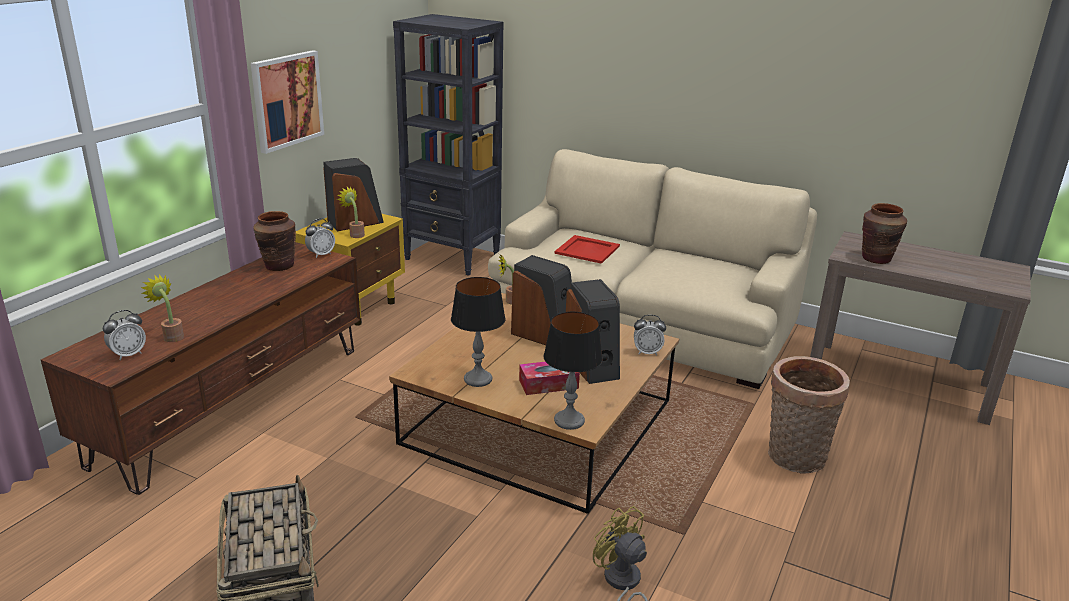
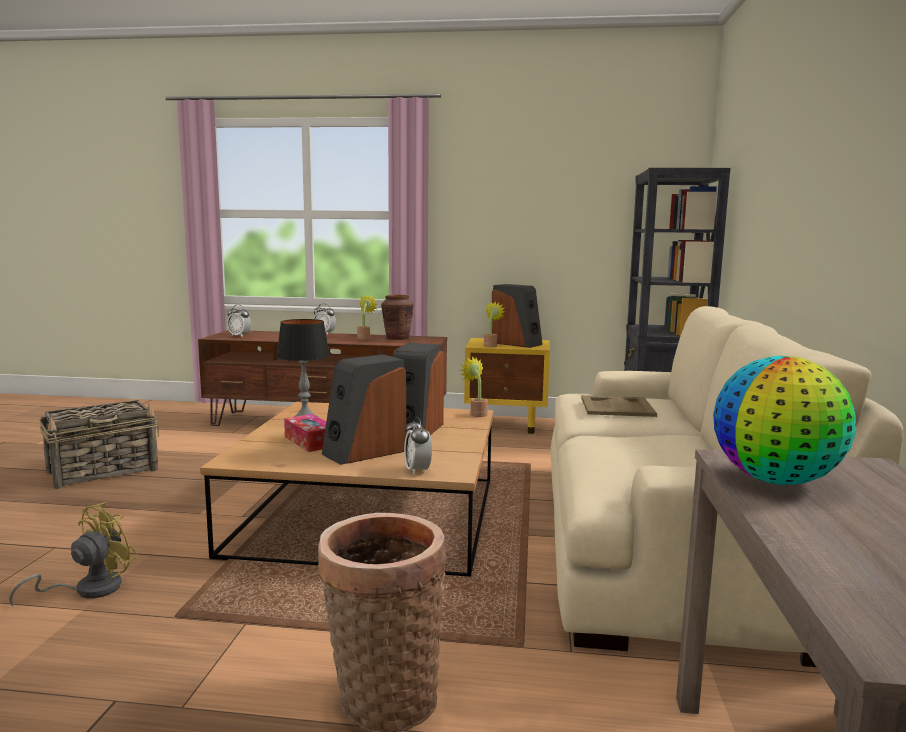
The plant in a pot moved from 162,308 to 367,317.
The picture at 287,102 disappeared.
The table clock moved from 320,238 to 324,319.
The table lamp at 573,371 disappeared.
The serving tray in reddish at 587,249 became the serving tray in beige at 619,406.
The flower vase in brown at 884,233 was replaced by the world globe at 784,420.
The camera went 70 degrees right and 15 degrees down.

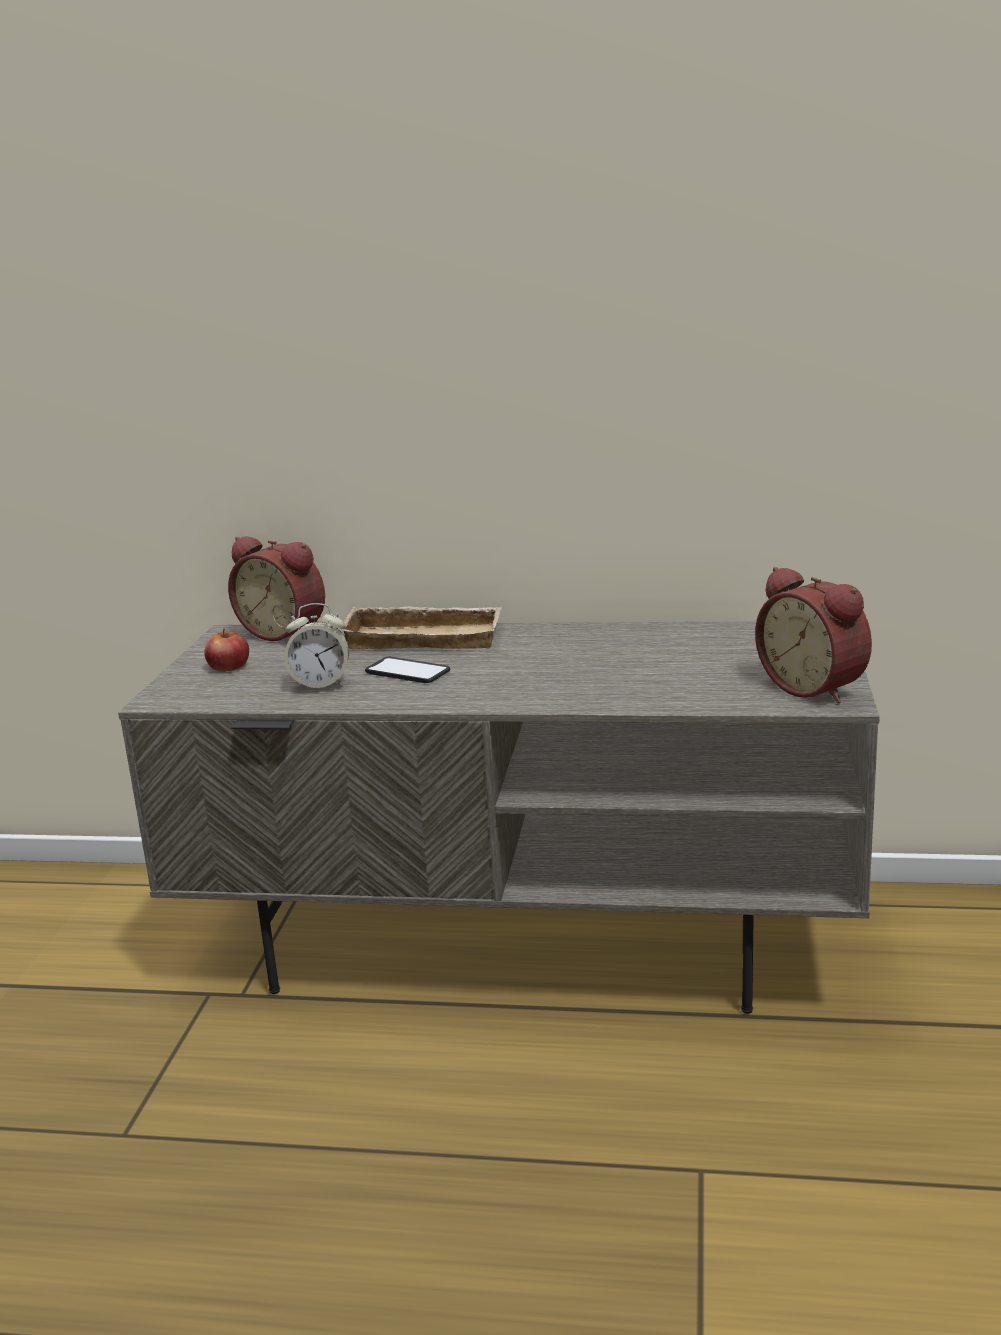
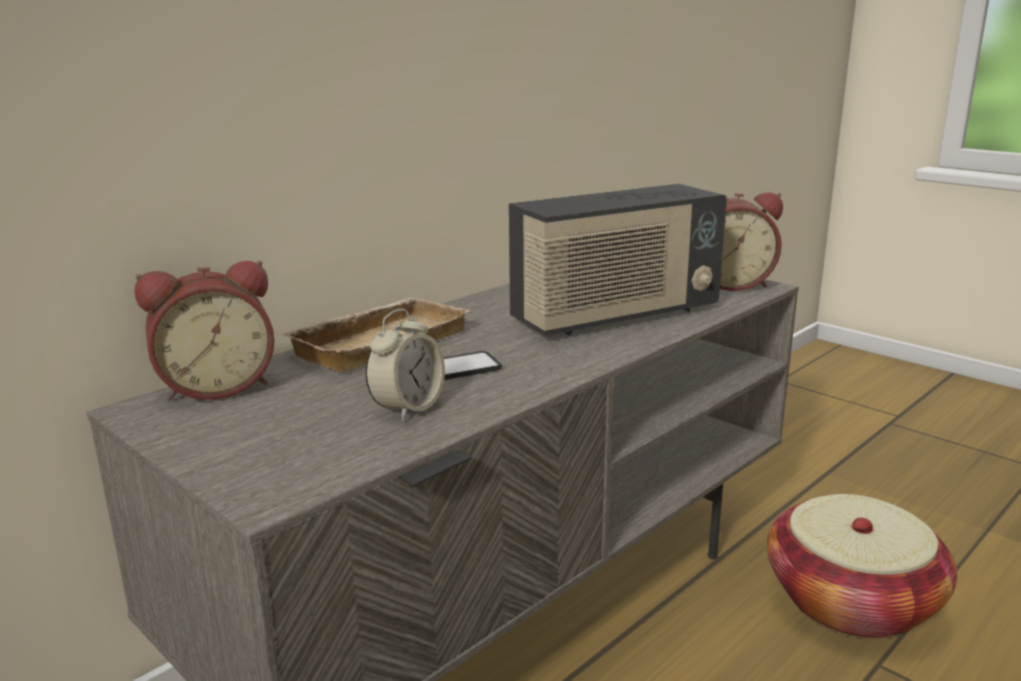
The whole apple at 226,649 disappeared.
The radio set at 618,260 appeared.
The basket at 862,566 appeared.
The camera went 55 degrees left and 0 degrees up.

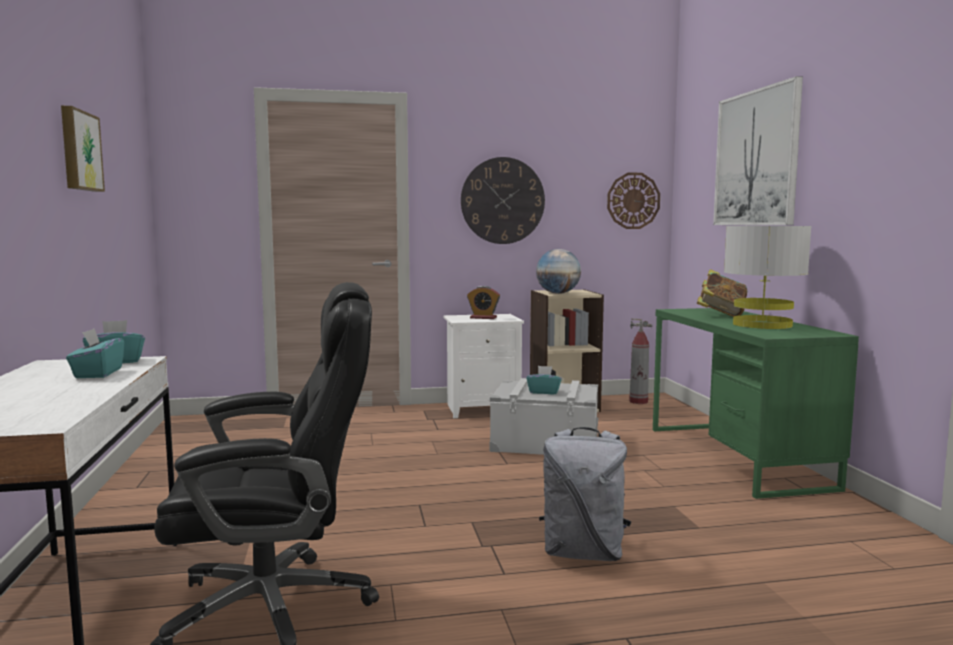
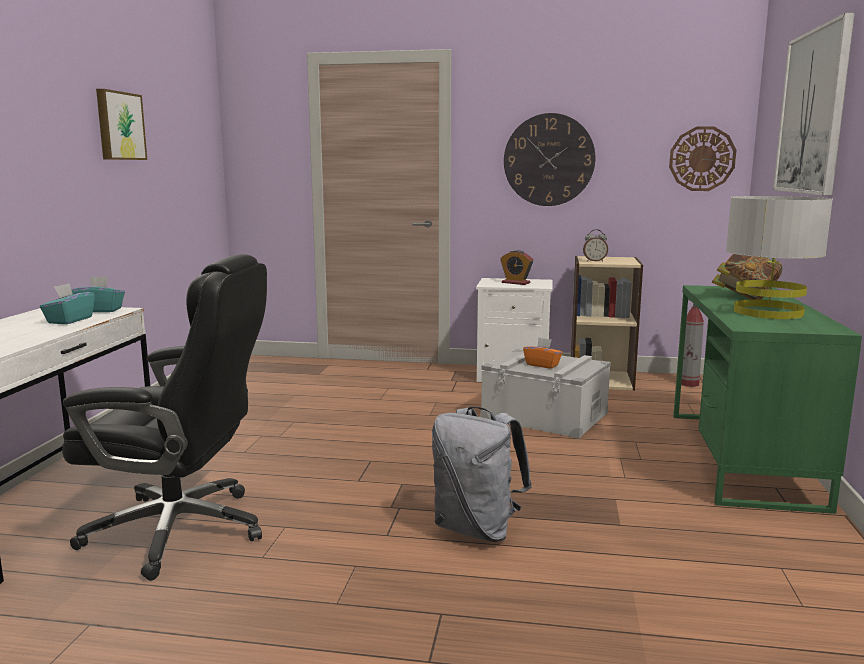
The tissue holder in turquoise-coloured at 544,380 became the tissue holder in orange-coloured at 543,353.
The world globe at 558,271 was replaced by the table clock at 595,245.
The camera went 20 degrees right and 5 degrees up.

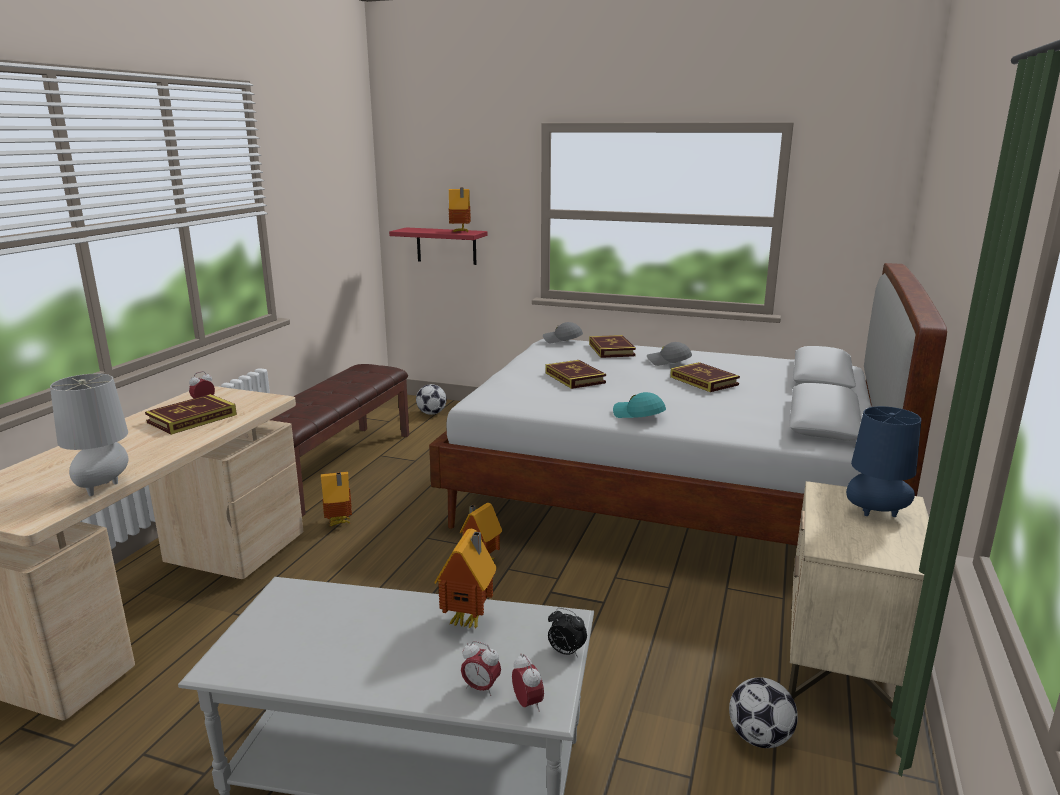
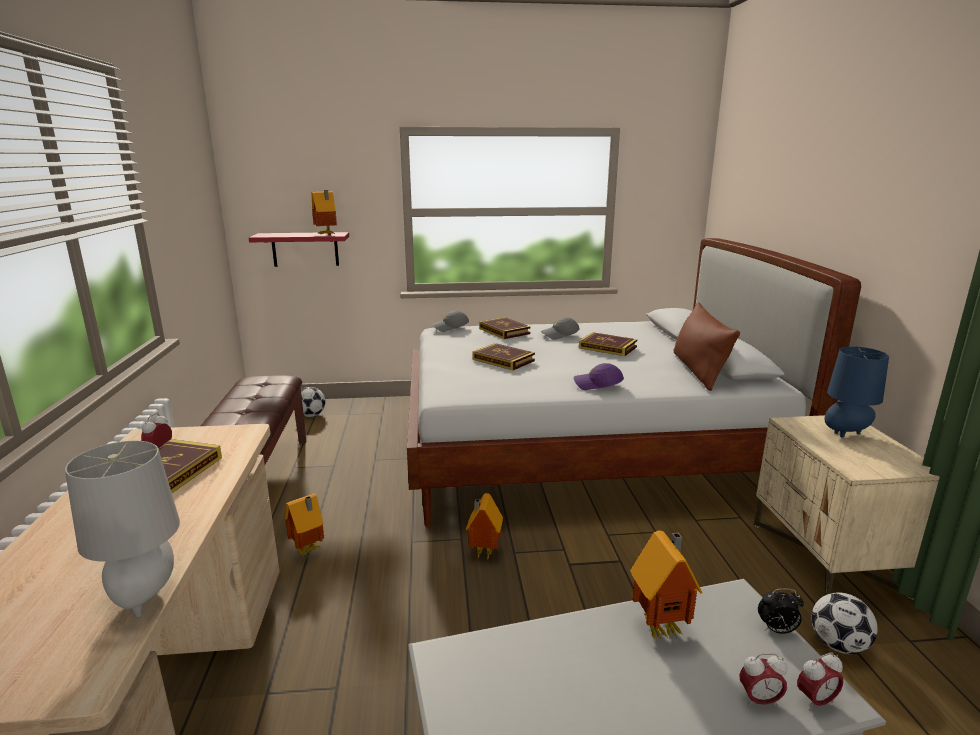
The table clock at 528,683 turned 120 degrees clockwise.
The cap in turquoise-coloured at 639,405 became the cap in purple at 599,376.
The throw pillow in brown at 707,346 appeared.
The camera went 25 degrees left and 0 degrees up.

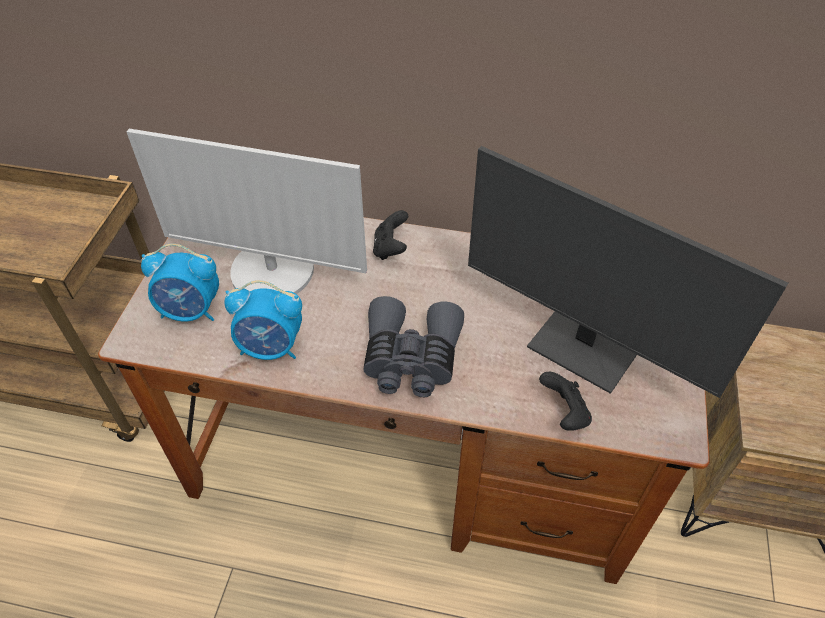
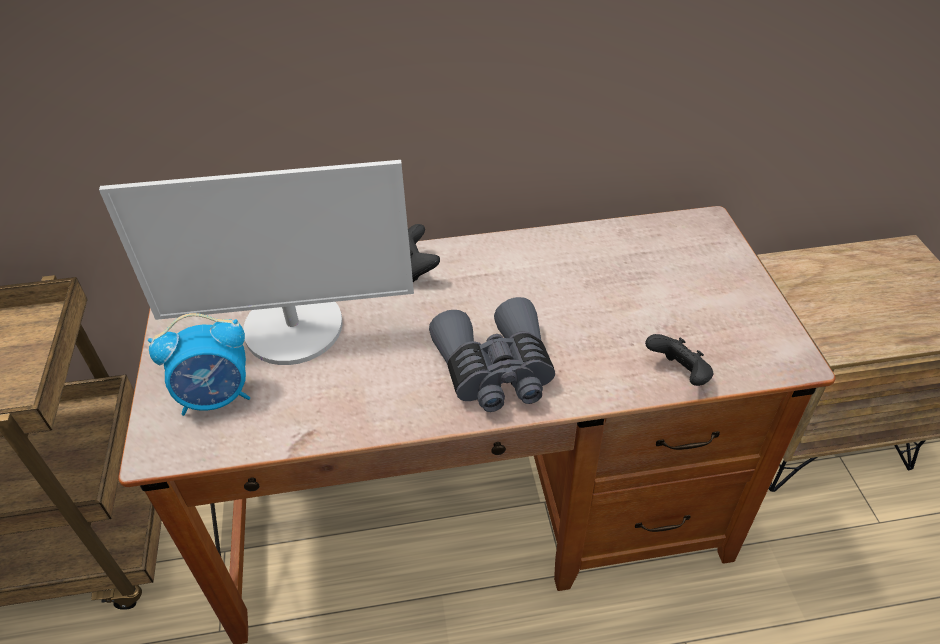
The table clock at 263,320 disappeared.
The computer screen at 628,272 disappeared.
The camera went 20 degrees left and 5 degrees down.

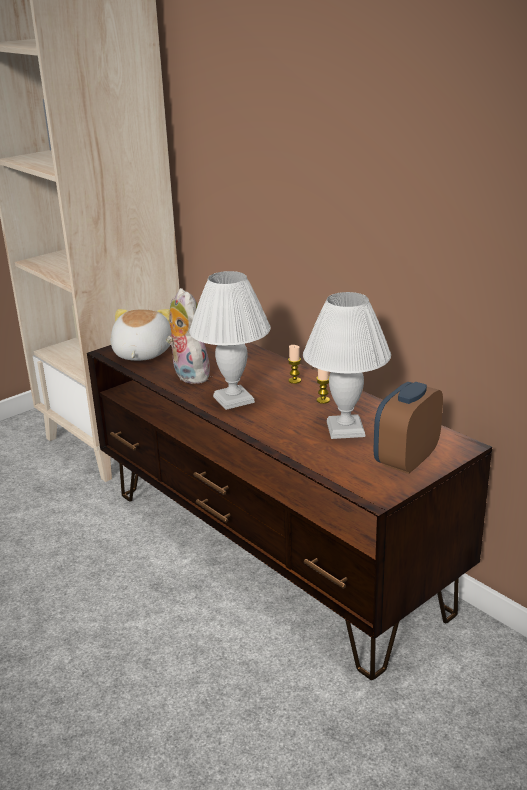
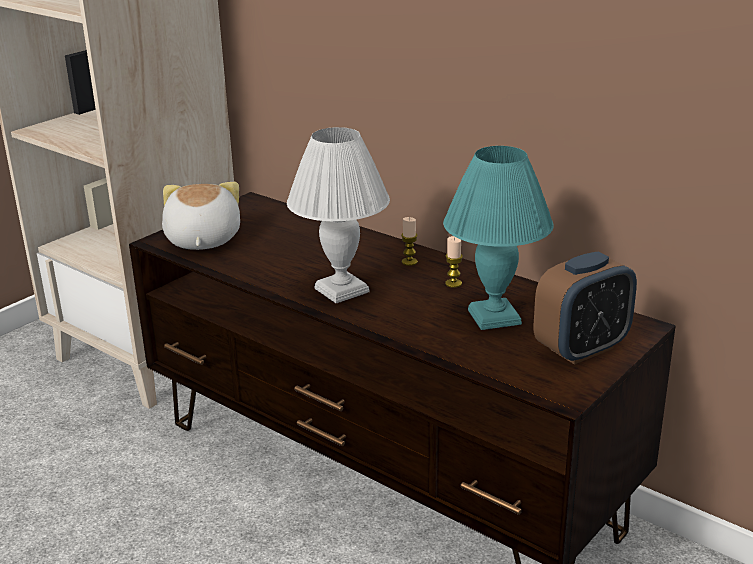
The soft toy at 188,336 disappeared.
The table lamp in white-coloured at 347,365 became the table lamp in turquoise-coloured at 498,238.
The table clock at 408,428 turned 150 degrees counterclockwise.
The camera went 10 degrees left and 0 degrees up.

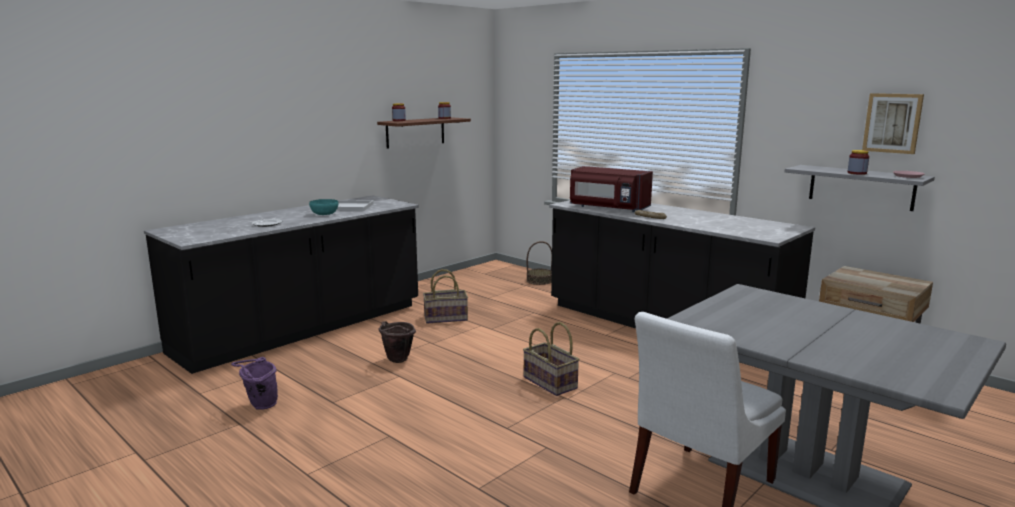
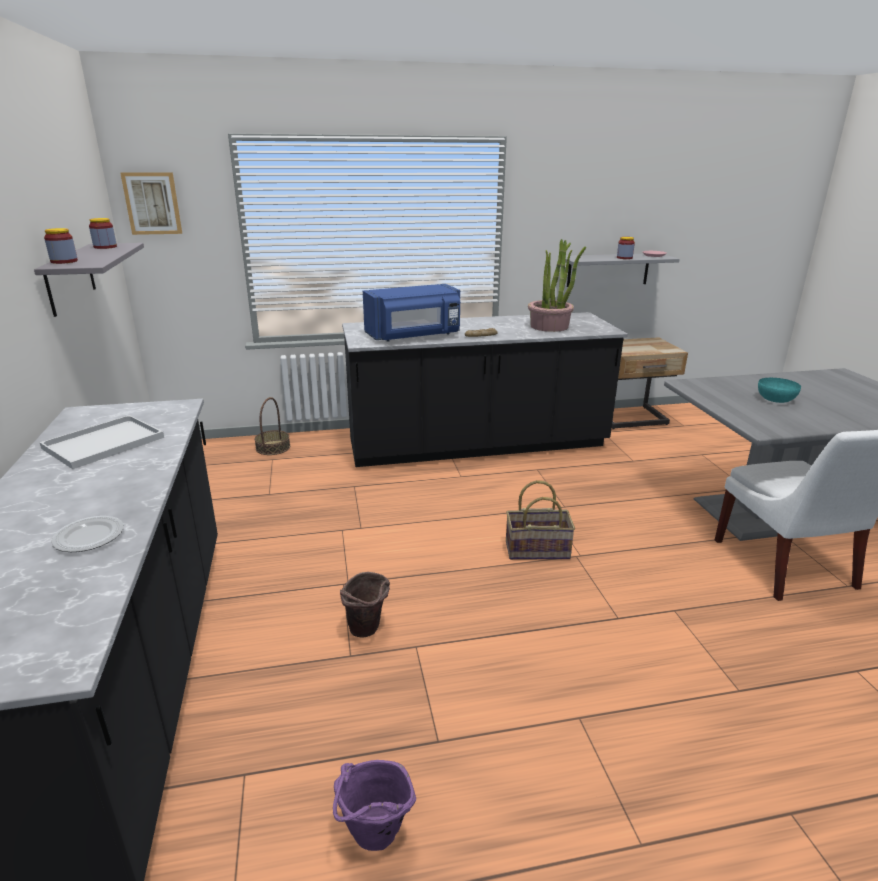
The serving bowl in turquoise-coloured moved from 323,207 to 779,390.
The bracket shelf in brown at 424,133 became the bracket shelf in grey at 89,280.
The basket at 445,296 disappeared.
The microwave in reddish at 611,189 became the microwave in bluish at 411,313.
The picture moved from 893,123 to 151,203.
The plant in a pot at 557,285 appeared.
The camera went 55 degrees left and 10 degrees up.

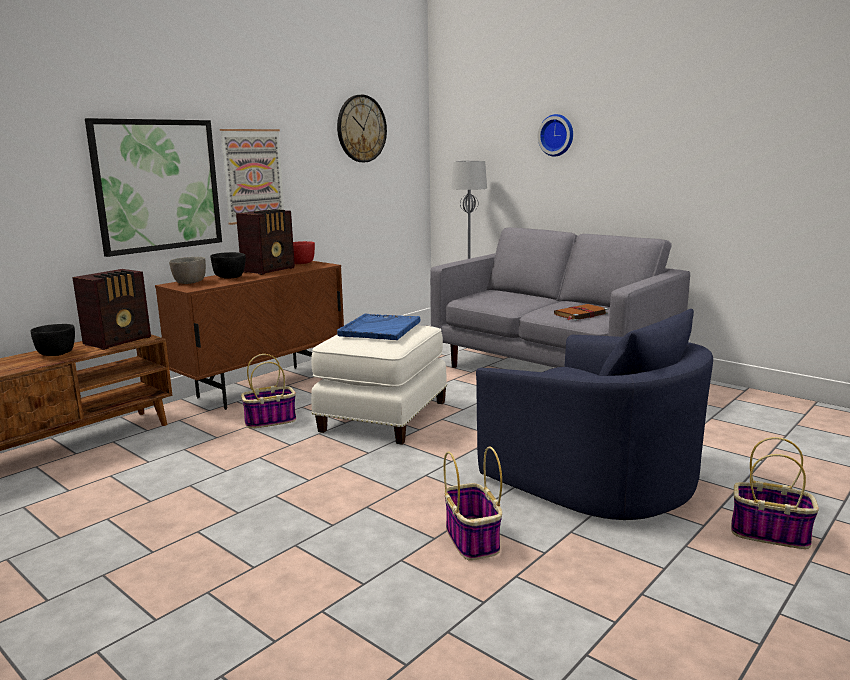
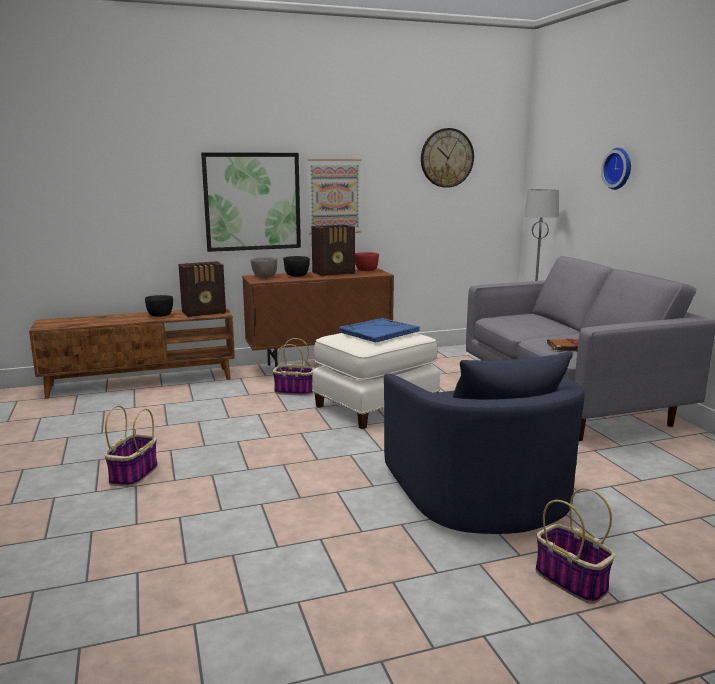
The basket moved from 473,504 to 131,446.
The camera went 30 degrees right and 0 degrees up.

